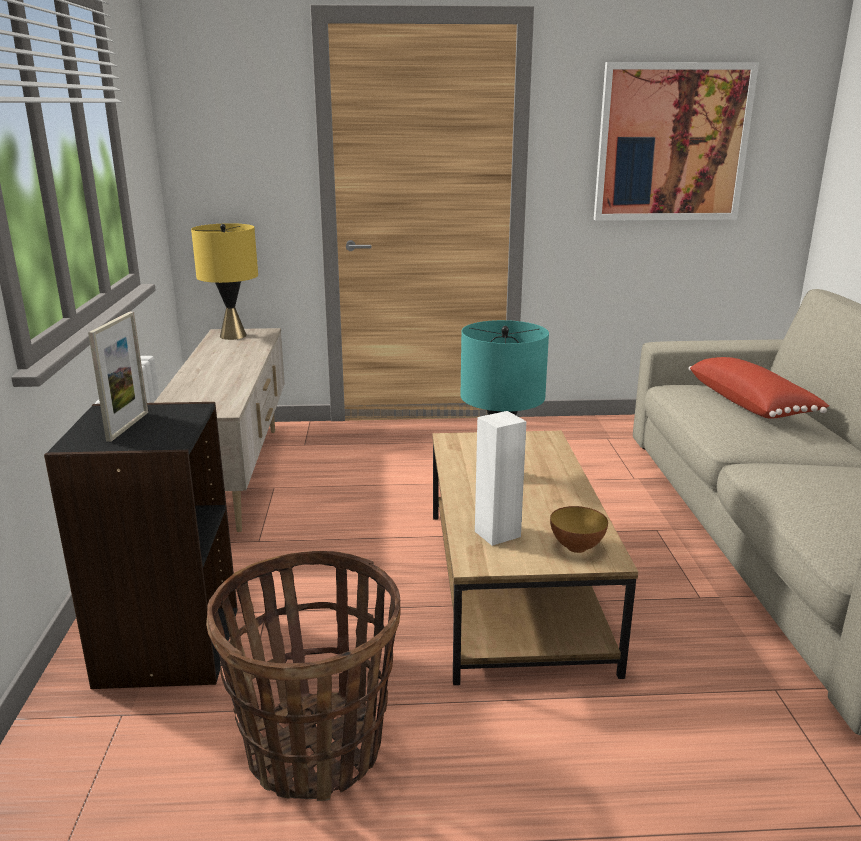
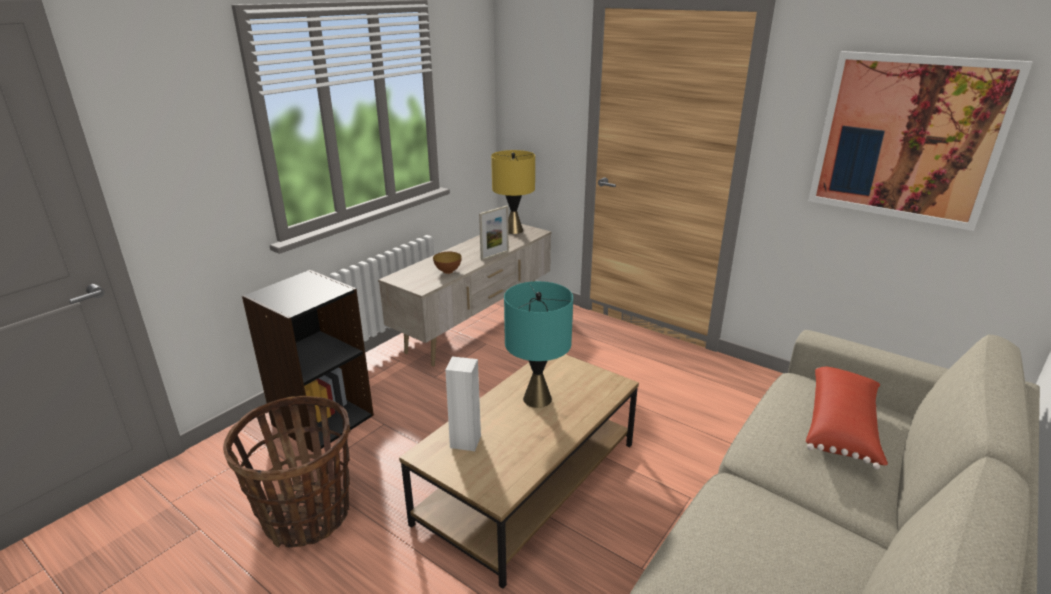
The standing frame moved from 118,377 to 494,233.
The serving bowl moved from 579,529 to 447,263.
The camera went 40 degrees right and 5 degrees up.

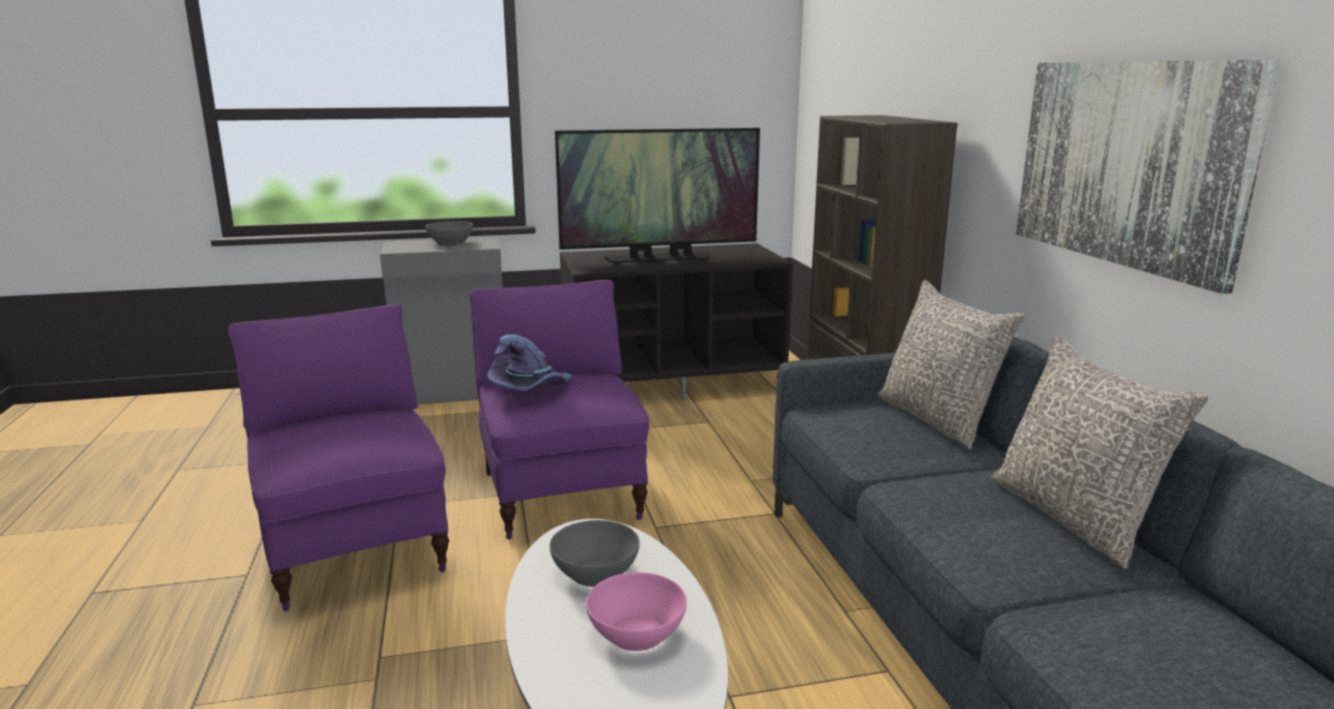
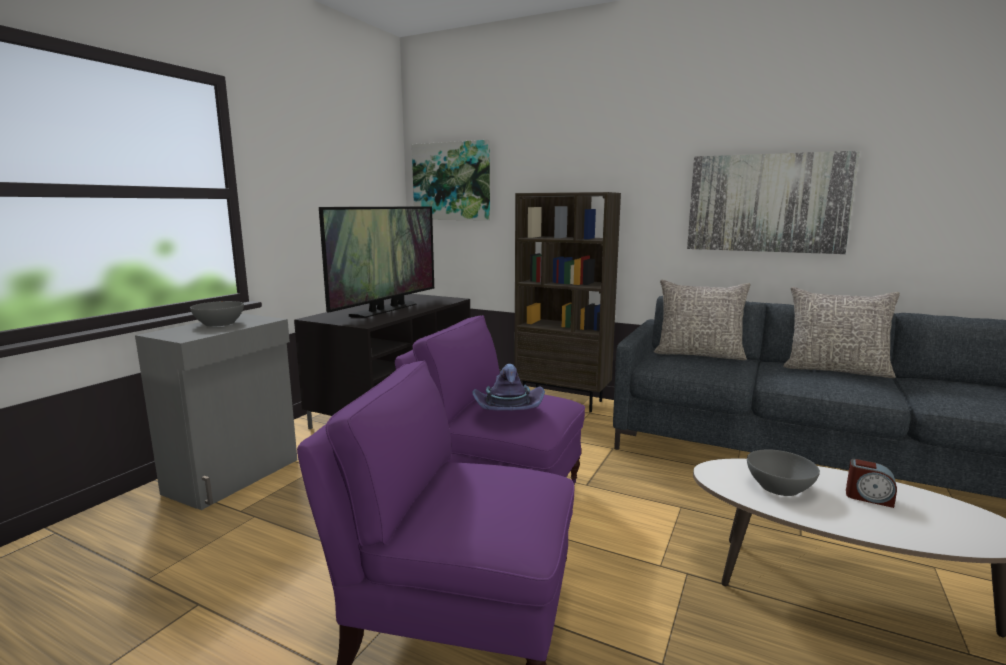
The serving bowl in pink at 636,611 was replaced by the table clock at 871,483.
The picture at 451,180 appeared.
The camera went 50 degrees left and 5 degrees down.

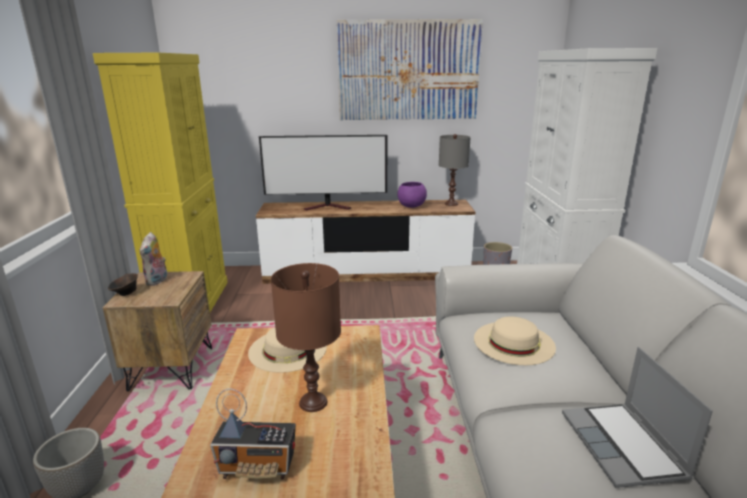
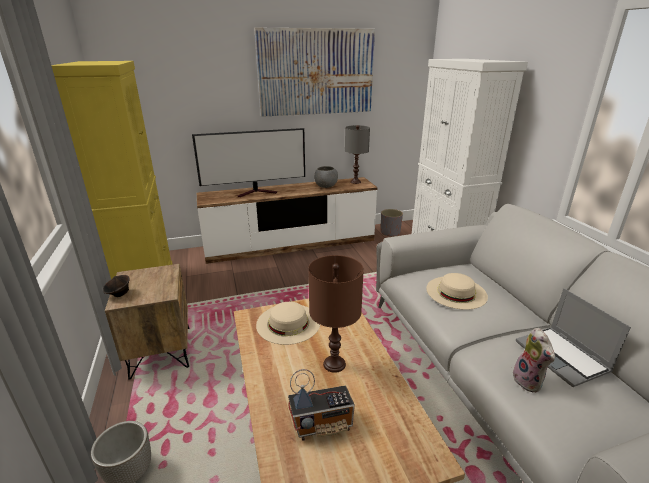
The soft toy moved from 153,259 to 534,360.
The serving bowl in purple at 412,195 became the serving bowl in grey at 326,177.
The camera went 15 degrees left and 5 degrees up.

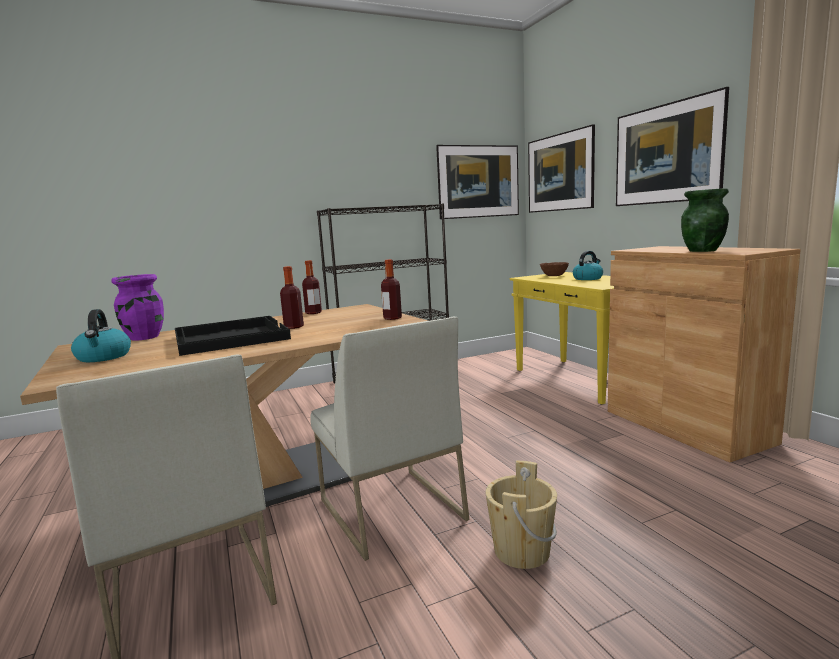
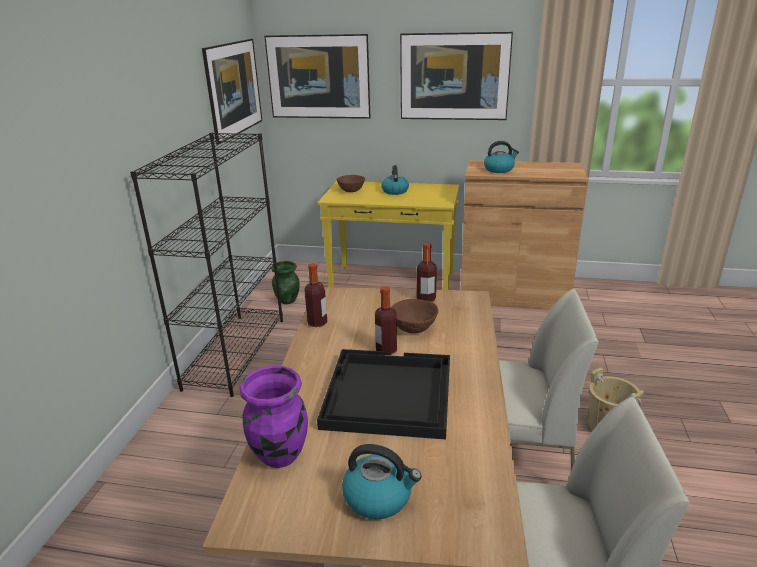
The flower vase in greenish moved from 705,220 to 285,282.
The serving bowl in brown at 415,316 appeared.
The kettle at 501,157 appeared.
The camera went 55 degrees left and 15 degrees up.

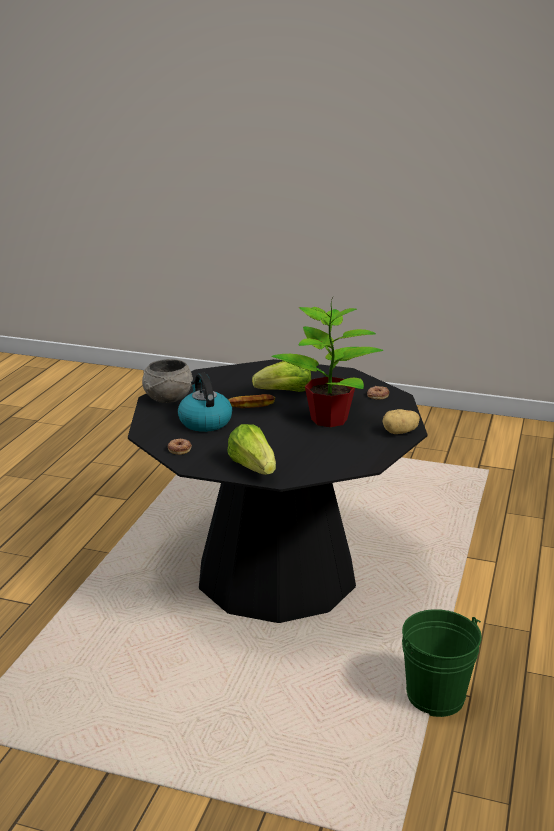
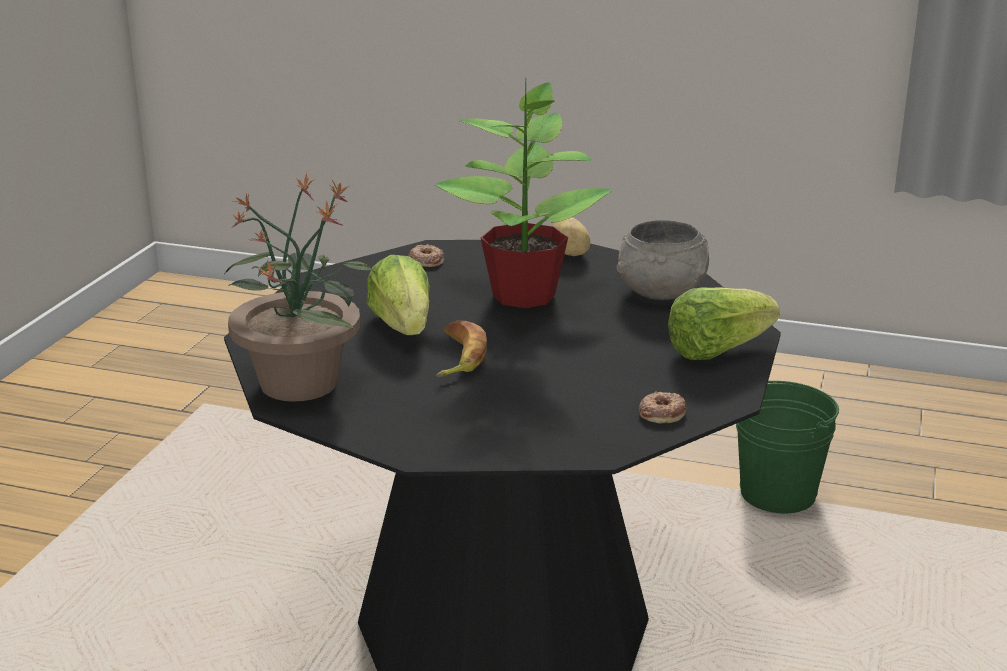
The serving bowl in grey moved from 167,381 to 662,260.
The kettle at 205,402 disappeared.
The plant in a pot at 300,287 appeared.
The camera went 90 degrees left and 0 degrees up.

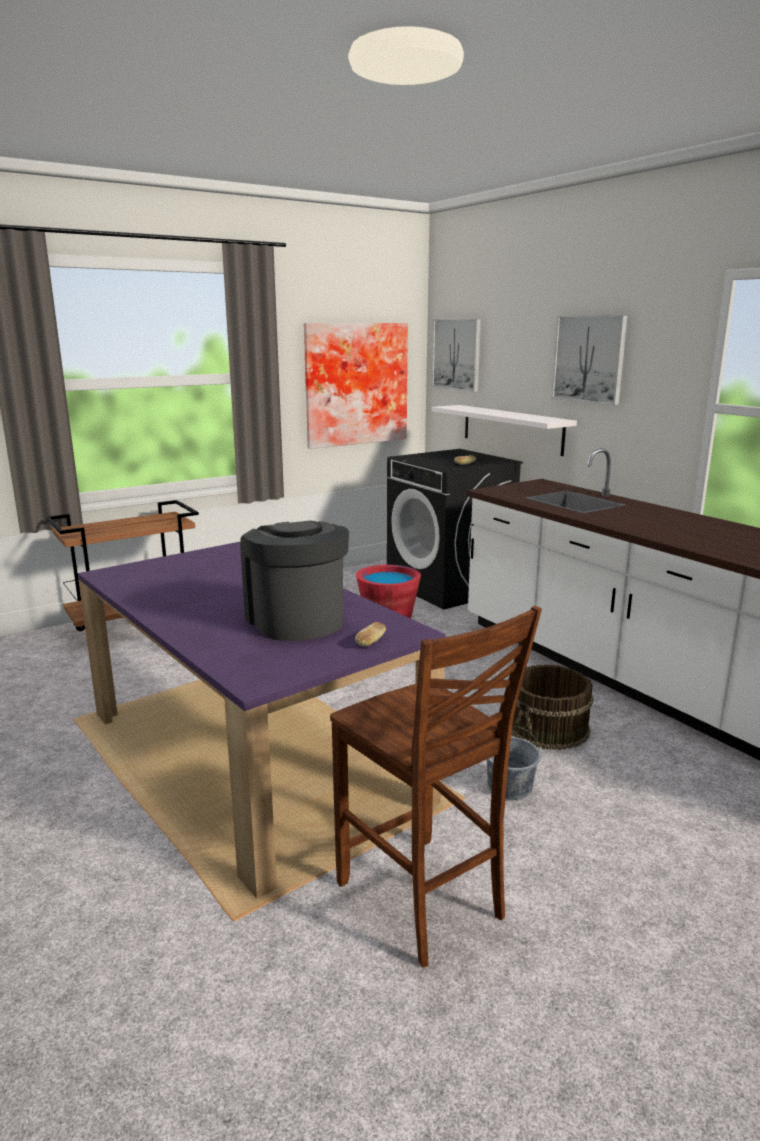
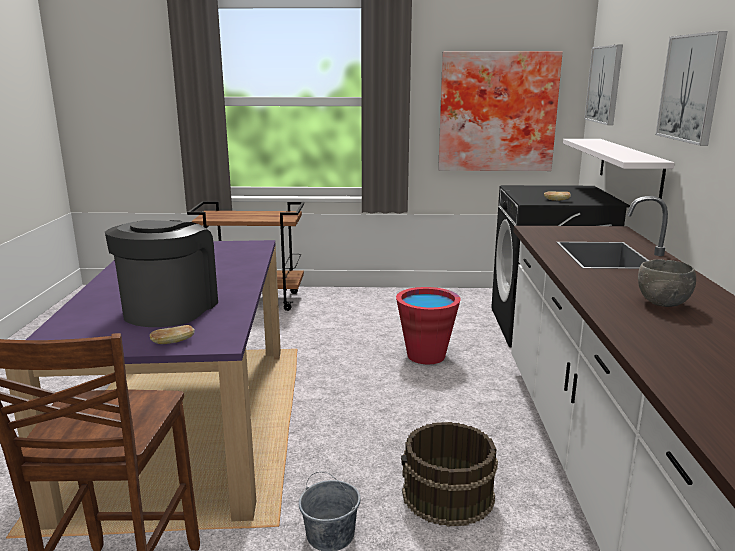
The serving bowl in grey at 667,283 appeared.
The camera went 35 degrees right and 0 degrees up.

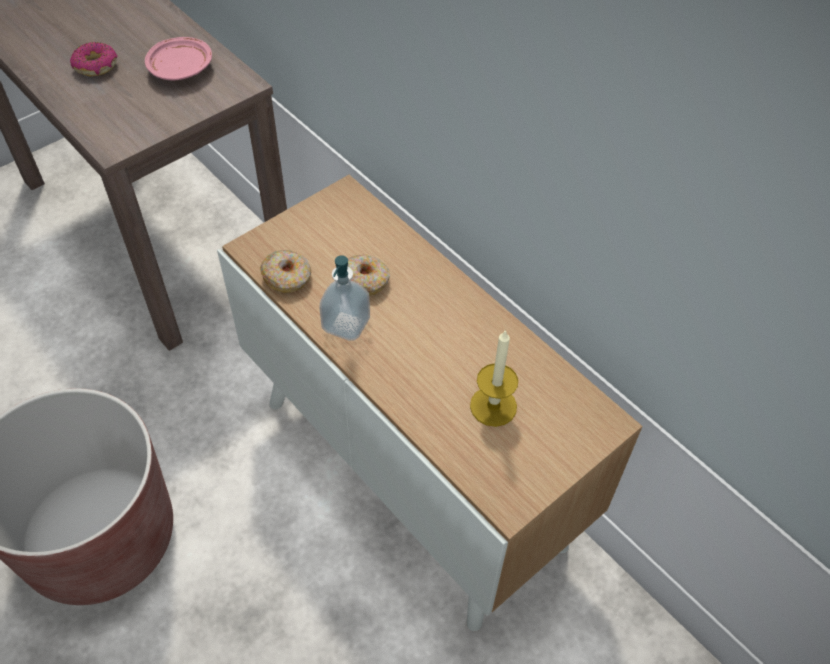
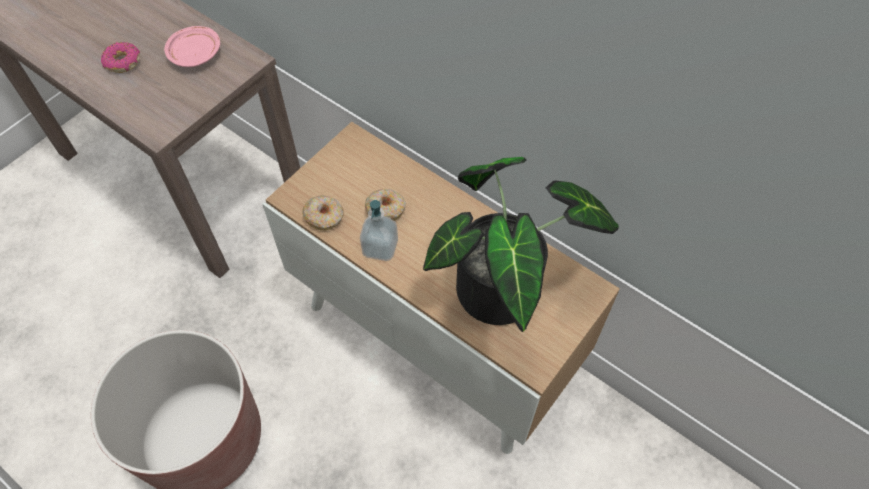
The wax candle at 494,378 was replaced by the plant in a pot at 521,244.
The camera went 10 degrees left and 5 degrees up.

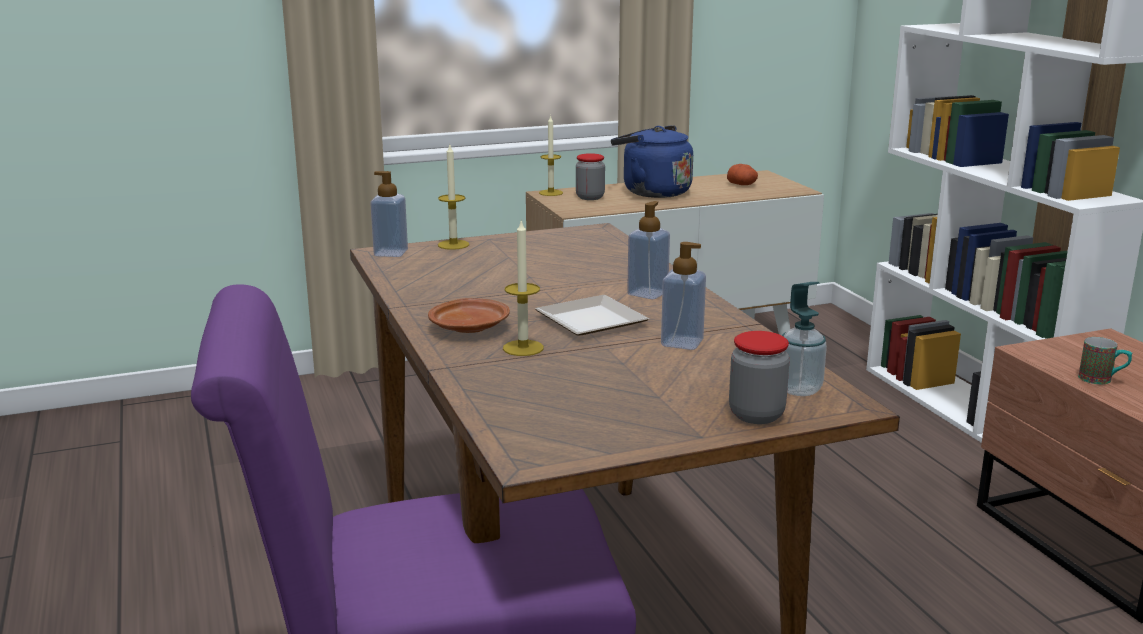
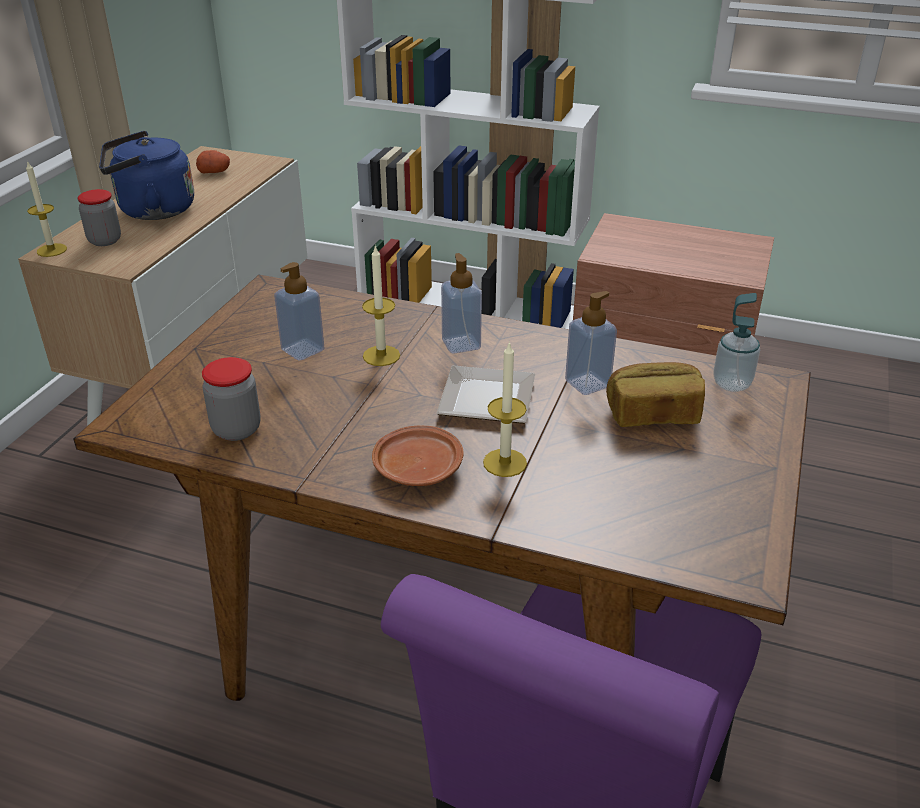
The soap bottle moved from 389,214 to 299,311.
The wax candle moved from 453,196 to 381,305.
The jar moved from 759,377 to 231,399.
The coffee mug at 1105,360 disappeared.
The bakery bread at 655,394 appeared.
The camera went 50 degrees left and 15 degrees up.

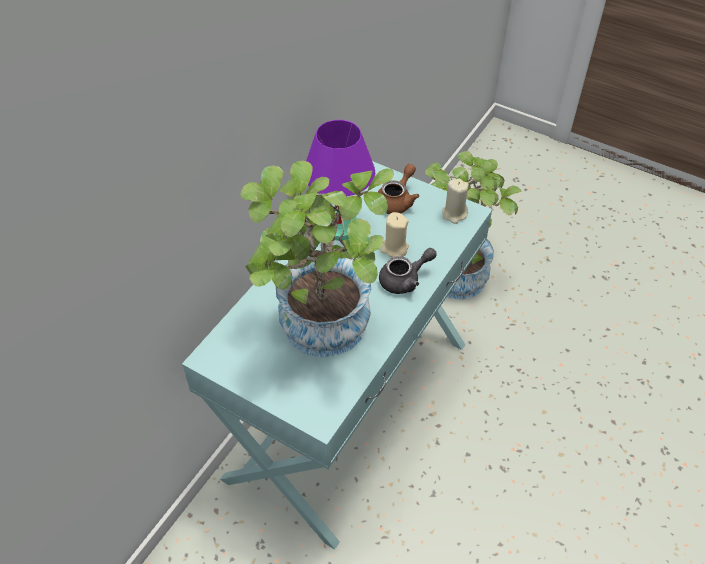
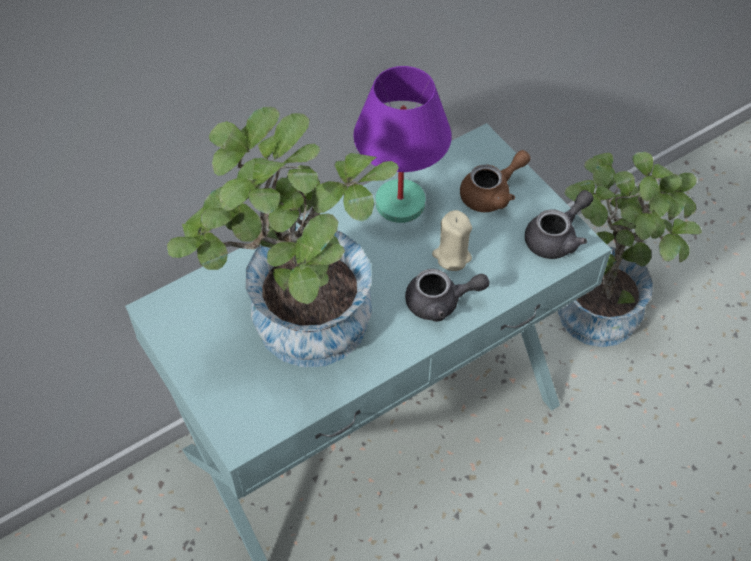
The wax candle in beige at 455,201 was replaced by the teapot in grey at 559,224.
The camera went 25 degrees right and 5 degrees up.

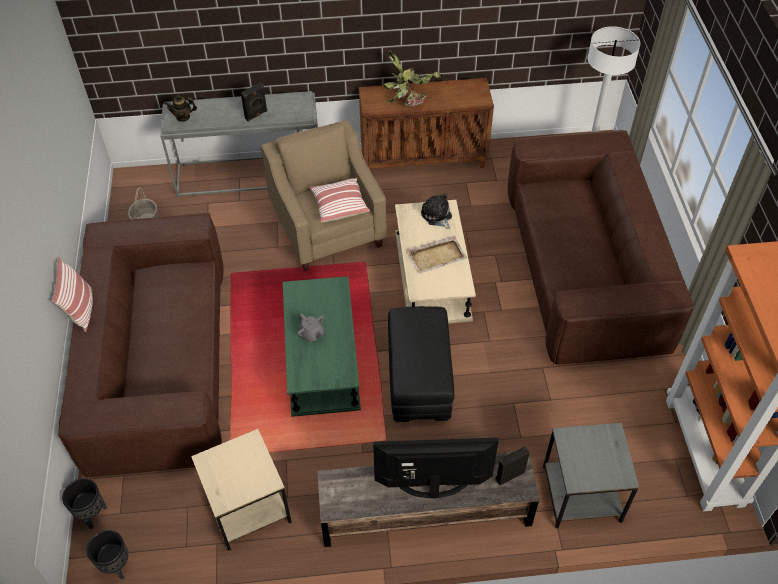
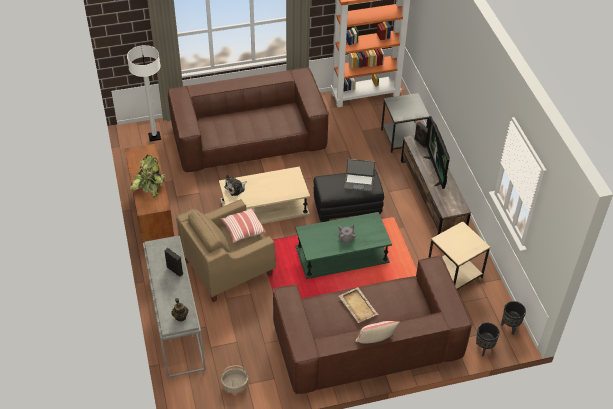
The serving tray in beige moved from 437,255 to 358,305.
The portable computer at 359,175 appeared.
The camera went 100 degrees left and 5 degrees down.

